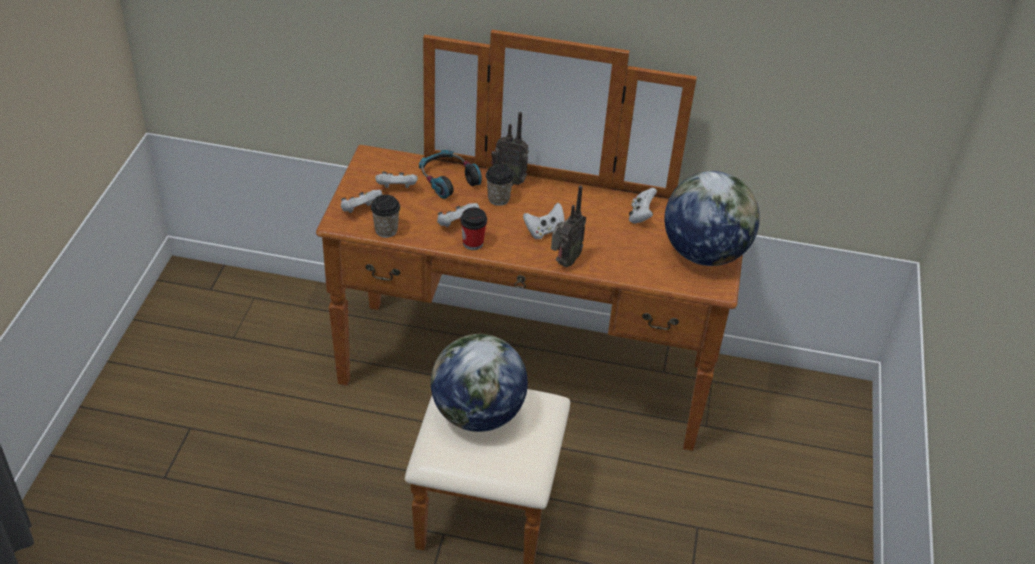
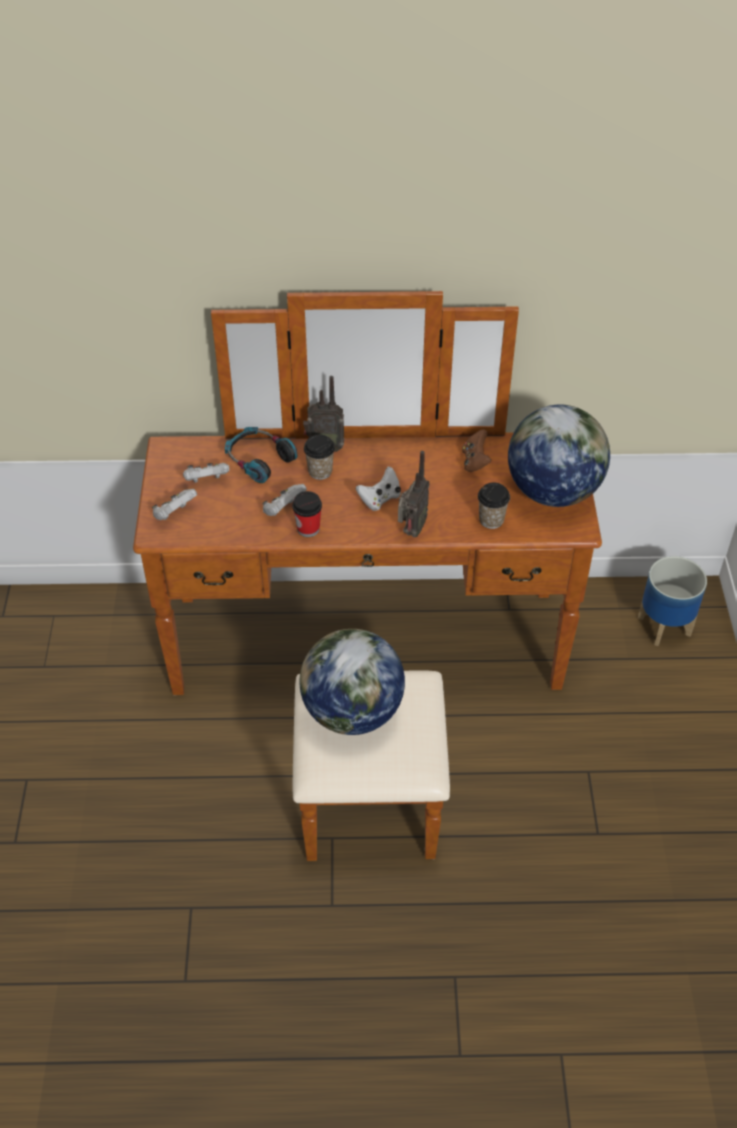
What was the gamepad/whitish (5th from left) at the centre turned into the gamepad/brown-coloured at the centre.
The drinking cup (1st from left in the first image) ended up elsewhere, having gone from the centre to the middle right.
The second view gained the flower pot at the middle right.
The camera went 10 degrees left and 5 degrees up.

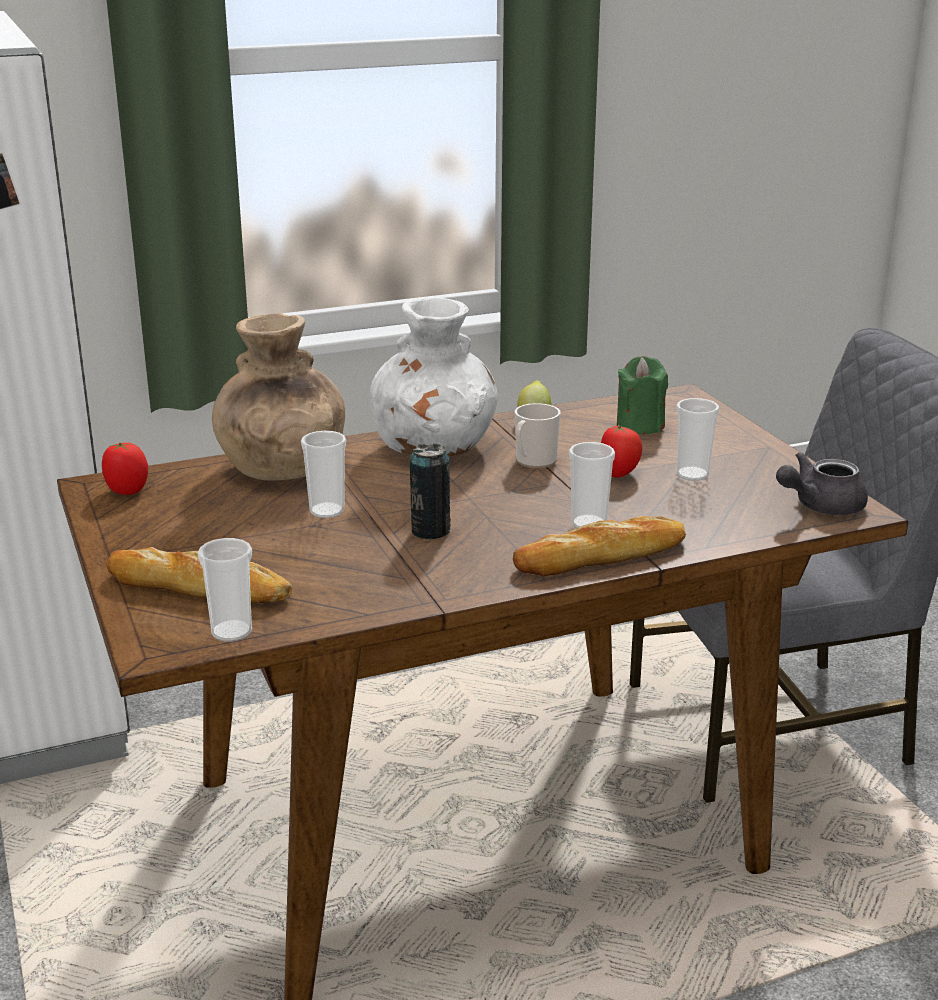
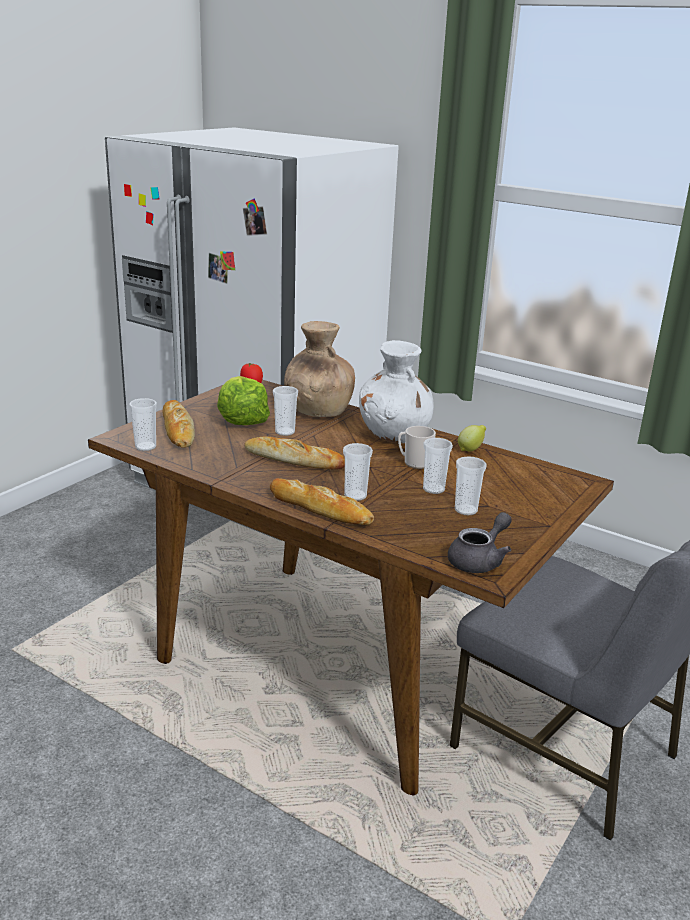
The second view gained the head of lettuce at the centre.
Where the metal can stood at the centre, the bread (2nd from left) came to stand at the centre.
Where the fresh tomato (2nd from left) stood at the centre, the drinking cup (4th from left) came to stand at the centre.
The pot for tea/gray at the middle right ended up facing another way, 105 degrees clockwise from before.
The second view lost the wax light/greenish at the middle right.
The camera went 55 degrees right and 0 degrees up.

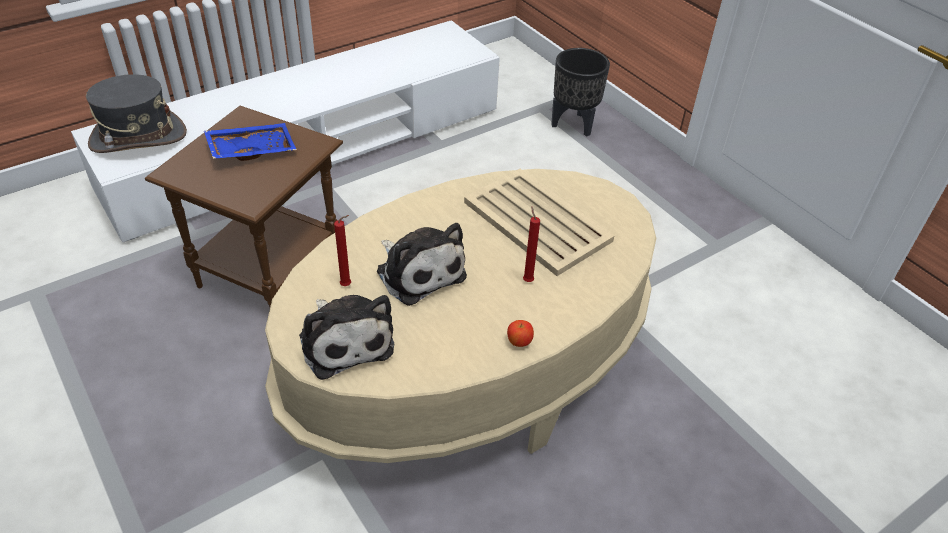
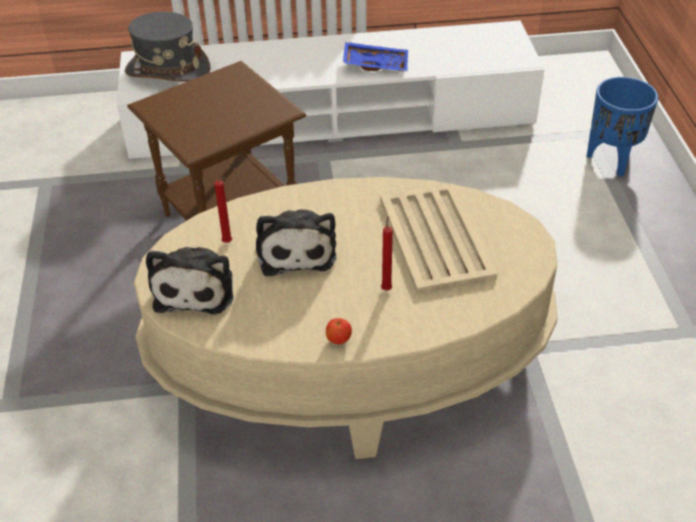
The serving tray/blue ended up elsewhere, having gone from the top left to the top centre.
What was the flower pot/black at the top centre turned into the flower pot/blue at the top right.
The camera went 30 degrees right and 0 degrees up.

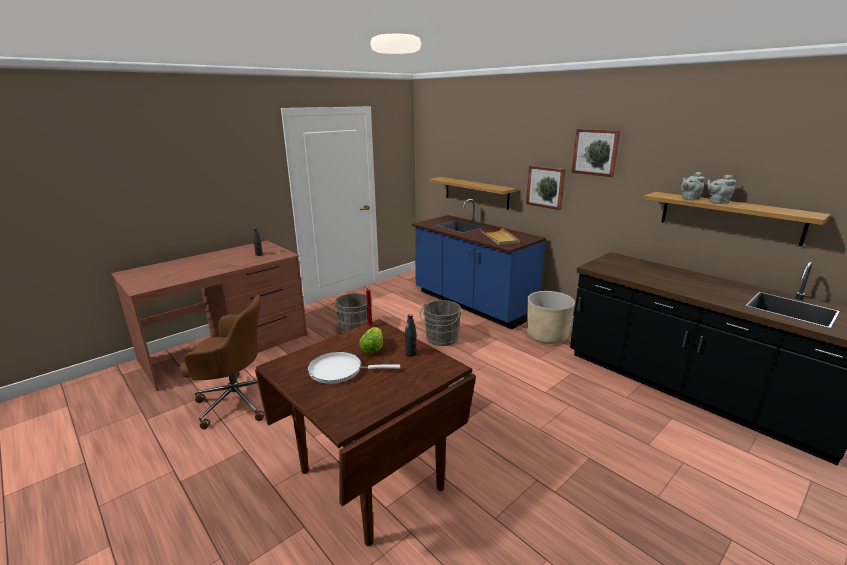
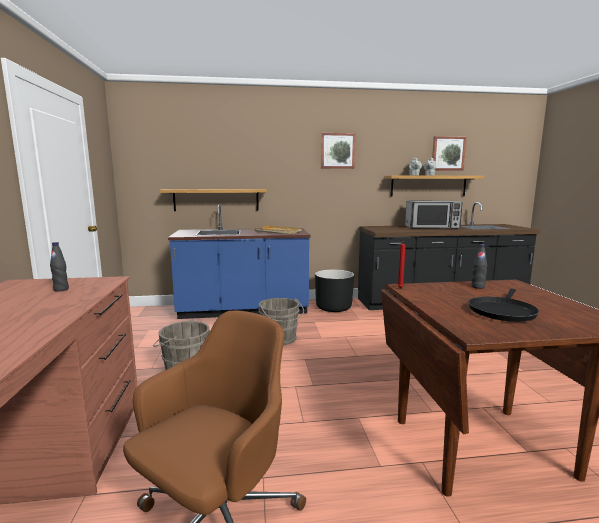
What was the flower pot/sand-coloured at the centre turned into the flower pot/black at the centre.
The second view gained the microwave oven at the middle right.
The wall picture (1st from left in the first image) ended up elsewhere, having gone from the top centre to the top right.
What was the pan/whitish at the centre turned into the pan/black at the middle right.
The second view lost the head of lettuce at the centre.
The camera went 55 degrees left and 10 degrees down.

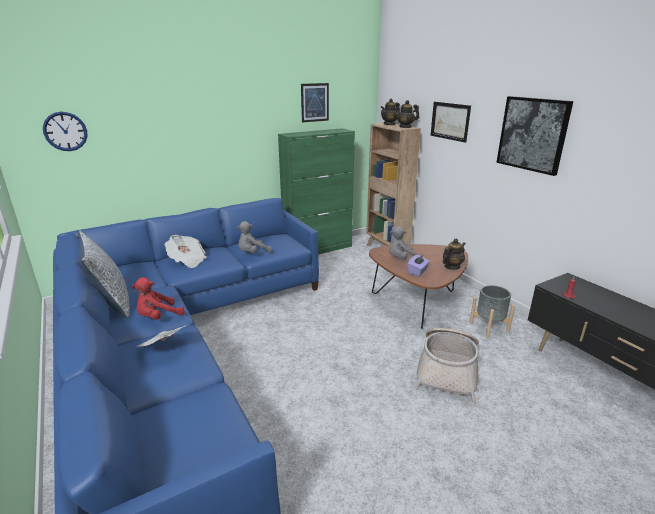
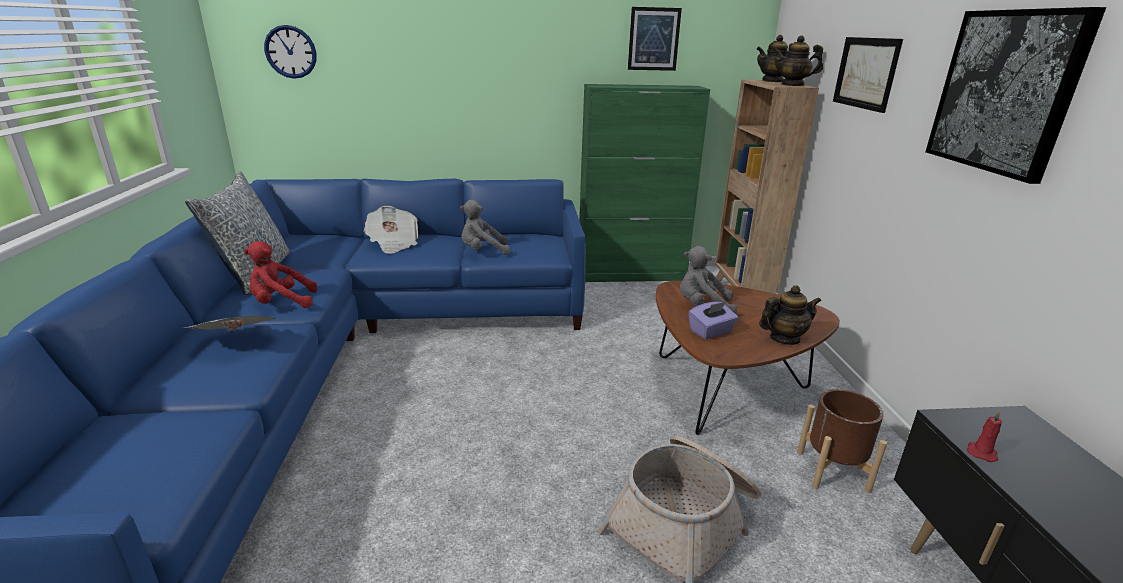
What was the flower pot/gray at the middle right turned into the flower pot/brown-coloured at the bottom right.
The camera went 25 degrees right and 0 degrees up.

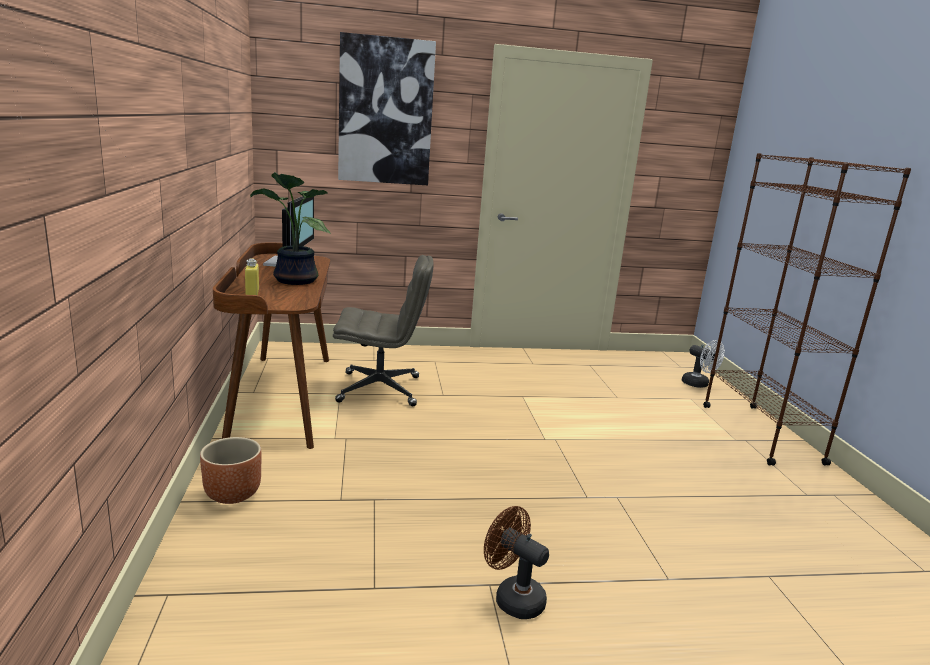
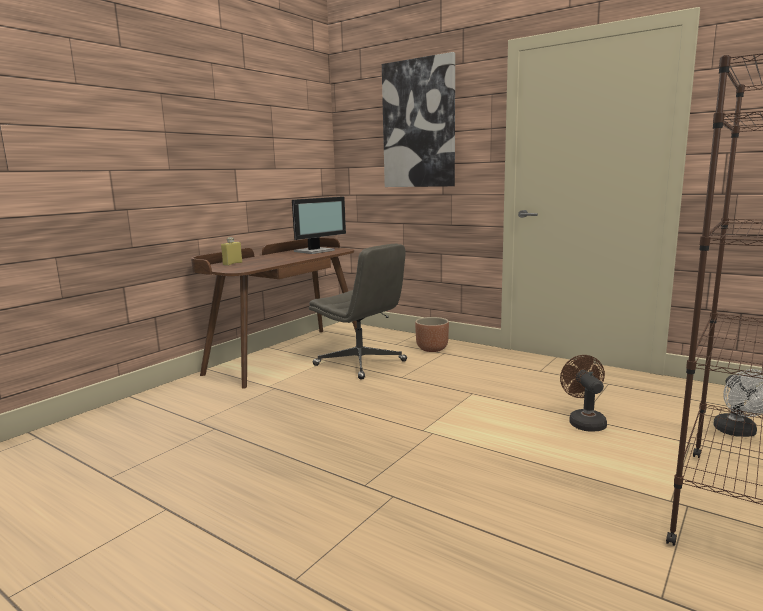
The flower pot/brown-coloured ended up elsewhere, having gone from the bottom left to the centre.
The fan/brown-coloured ended up elsewhere, having gone from the bottom centre to the middle right.
The second view lost the potted plant at the middle left.
The camera went 45 degrees right and 5 degrees down.

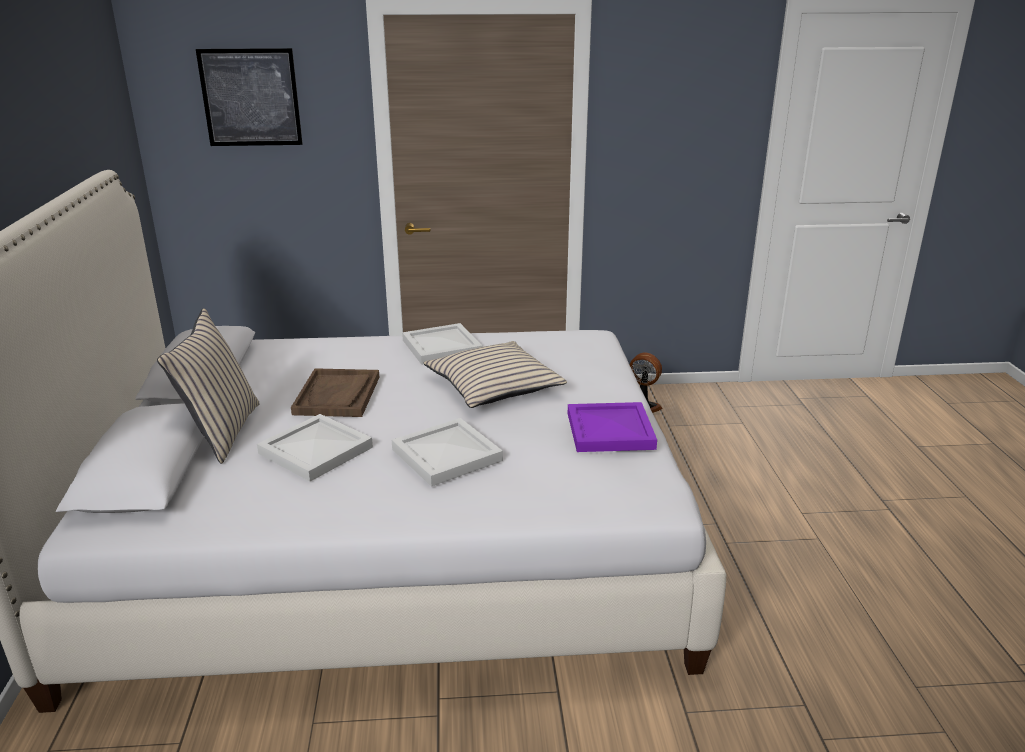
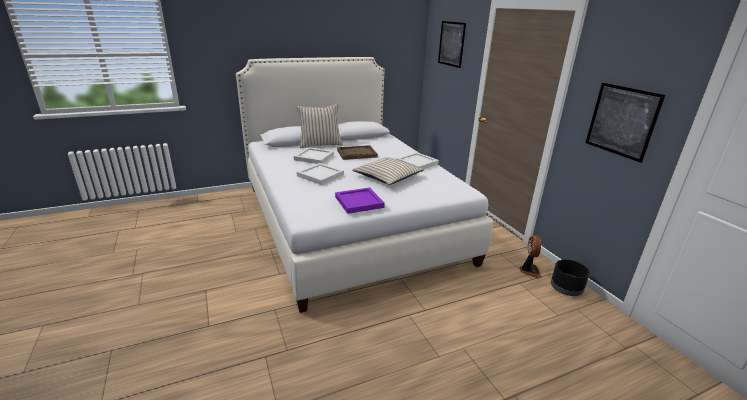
The second view gained the flower pot/black at the bottom right.
The second view gained the wall picture (2nd from left) at the top right.
The camera went 70 degrees right and 0 degrees up.

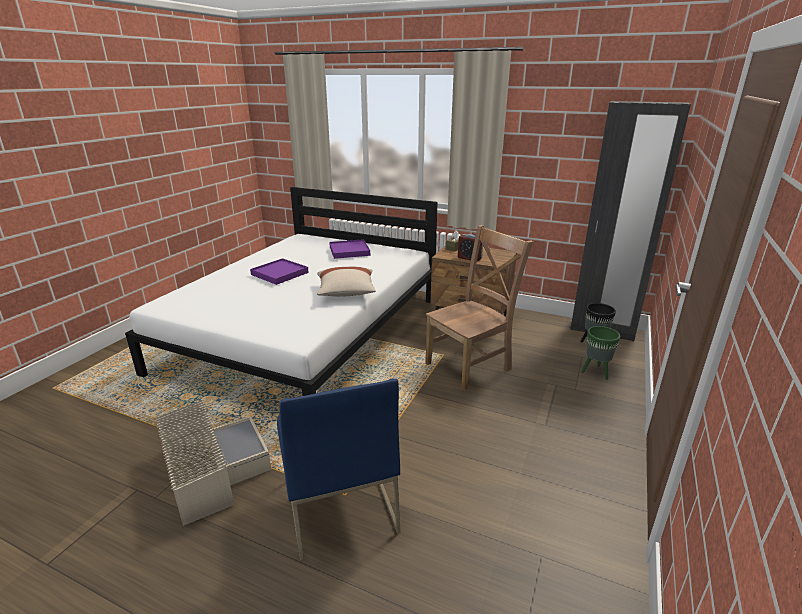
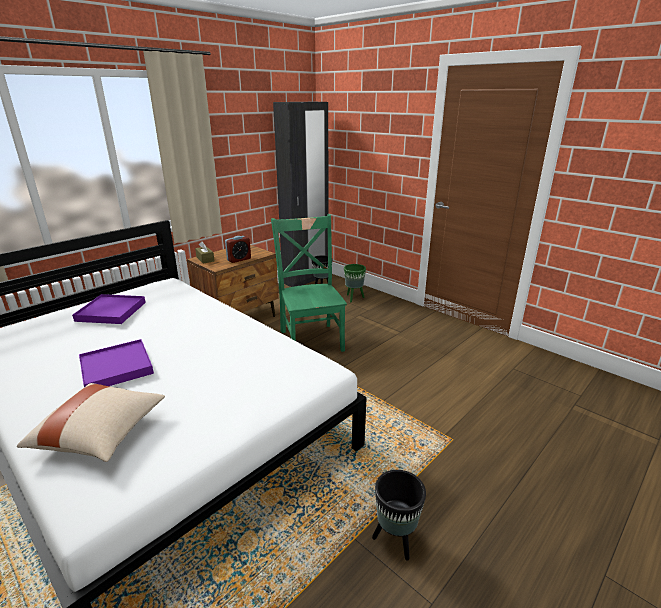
The cushion/sand-coloured ended up elsewhere, having gone from the centre to the bottom left.
What was the plain chair/brown-coloured at the centre turned into the plain chair/greenish at the centre.
Where the storage container/sand-coloured stood at the bottom left, the flower pot/black (2nd from left) came to stand at the bottom centre.
The second view lost the plain chair/blue at the bottom centre.
The camera went 70 degrees left and 0 degrees up.

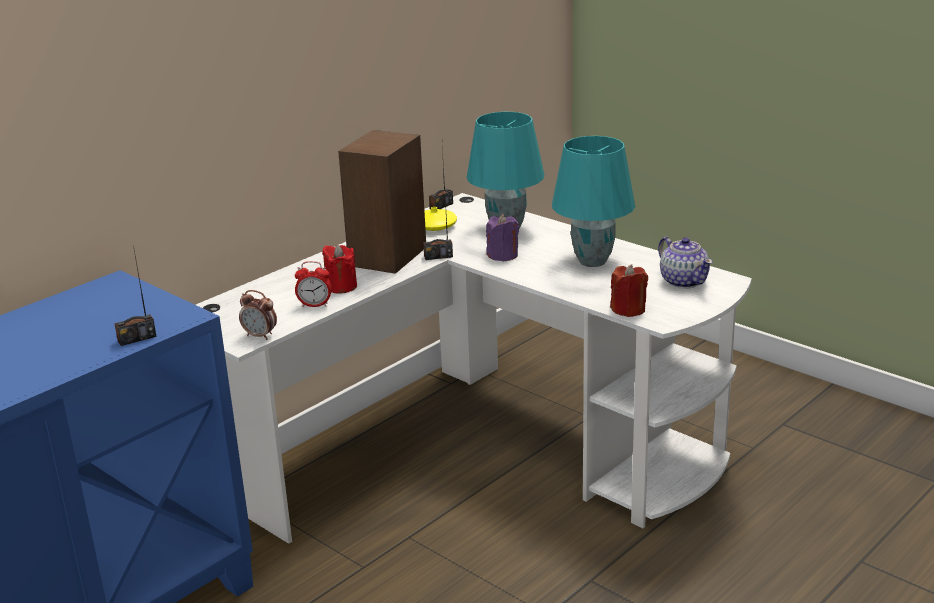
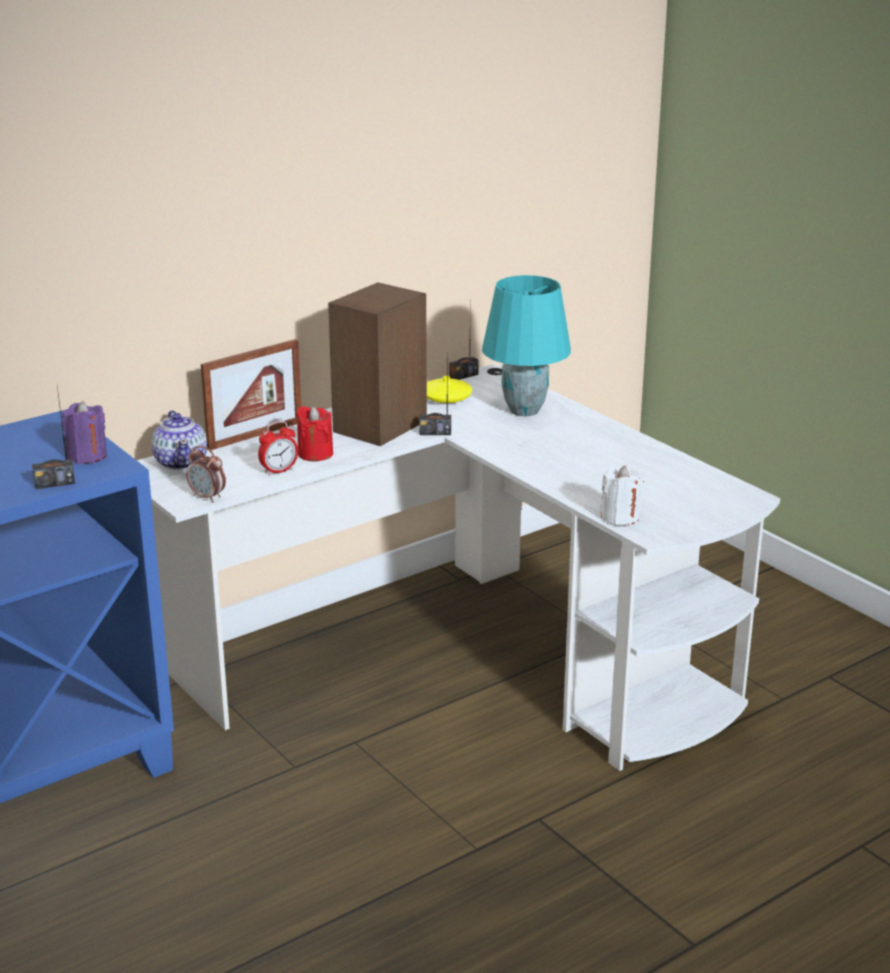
The wax light/purple-coloured ended up elsewhere, having gone from the centre to the middle left.
The pot for tea ended up elsewhere, having gone from the middle right to the middle left.
The second view gained the standing frame at the middle left.
The alarm clock (2nd from left) at the centre ended up facing another way, 45 degrees counterclockwise from before.
What was the wax light/reddish (2nd from left) at the middle right turned into the wax light/whitish at the middle right.
The second view lost the lamp for a table/turquoise (2nd from left) at the centre.
The camera went 10 degrees right and 0 degrees up.

